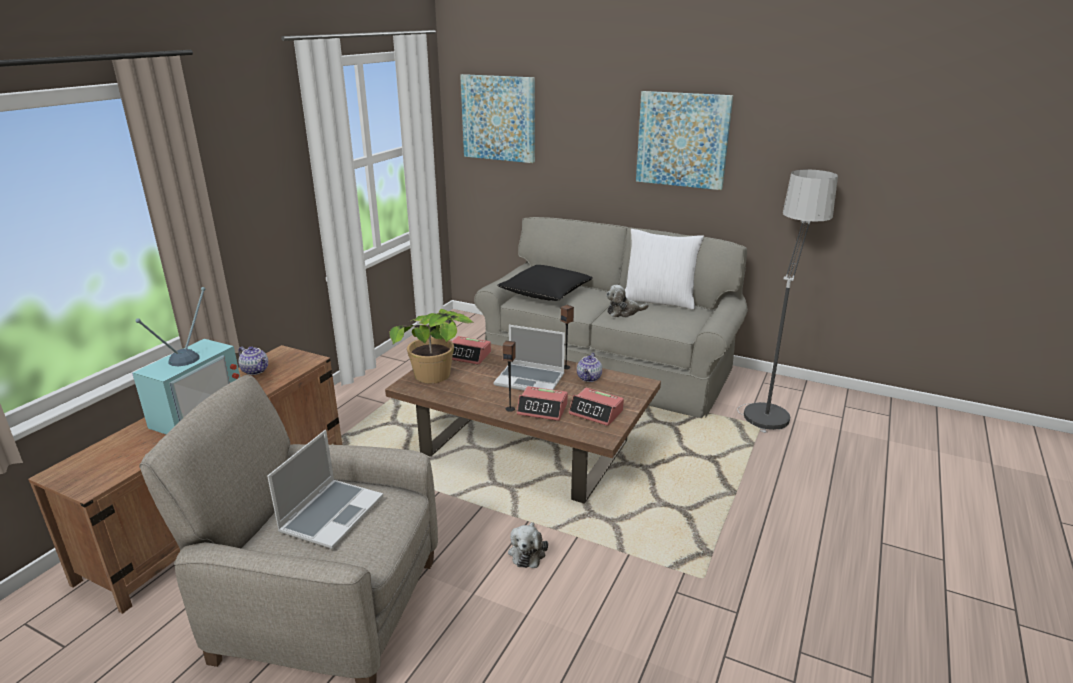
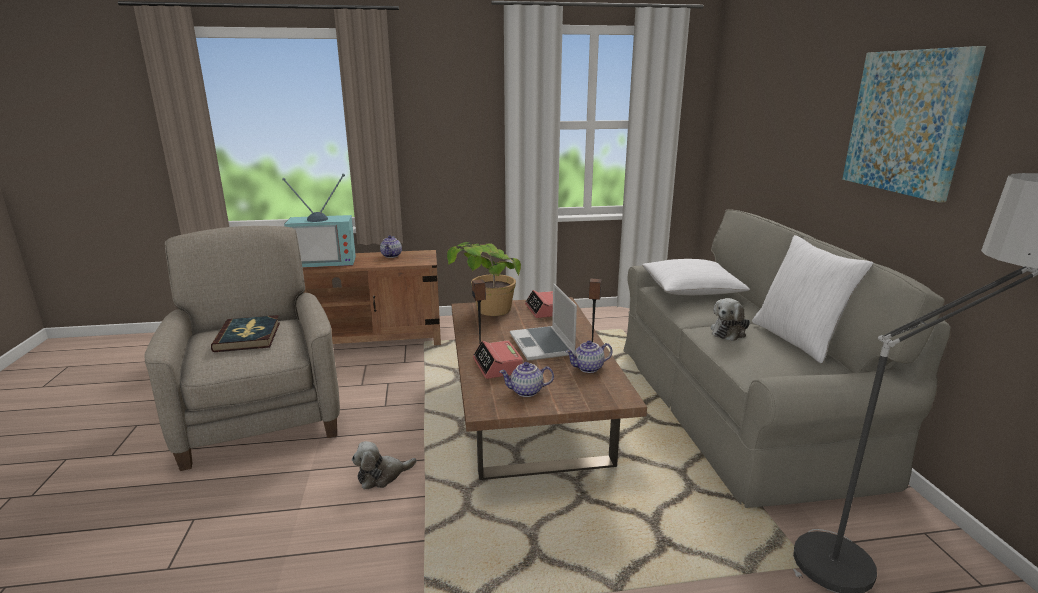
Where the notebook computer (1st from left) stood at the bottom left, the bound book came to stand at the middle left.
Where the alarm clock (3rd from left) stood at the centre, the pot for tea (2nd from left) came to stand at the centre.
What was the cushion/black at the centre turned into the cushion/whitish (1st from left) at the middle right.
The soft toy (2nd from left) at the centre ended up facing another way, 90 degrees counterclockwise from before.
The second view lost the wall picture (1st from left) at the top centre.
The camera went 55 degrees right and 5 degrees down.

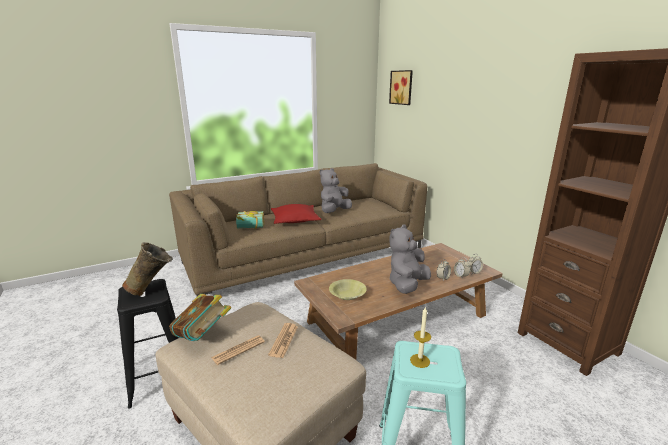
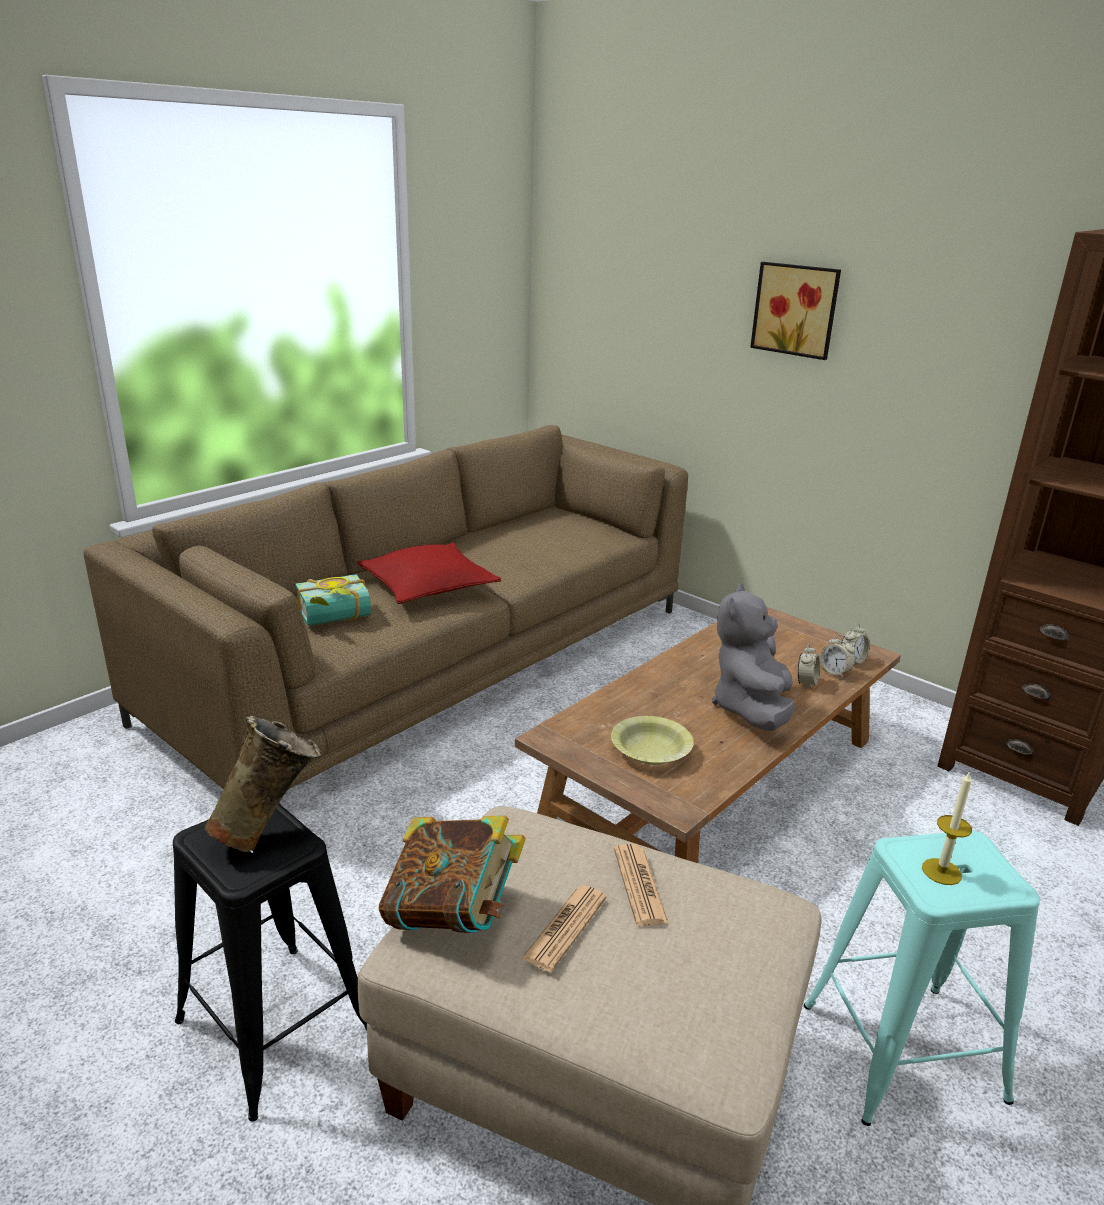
The wall picture ended up elsewhere, having gone from the top centre to the top right.
The second view lost the soft toy/gray (1st from left) at the centre.
The camera went 20 degrees left and 5 degrees up.

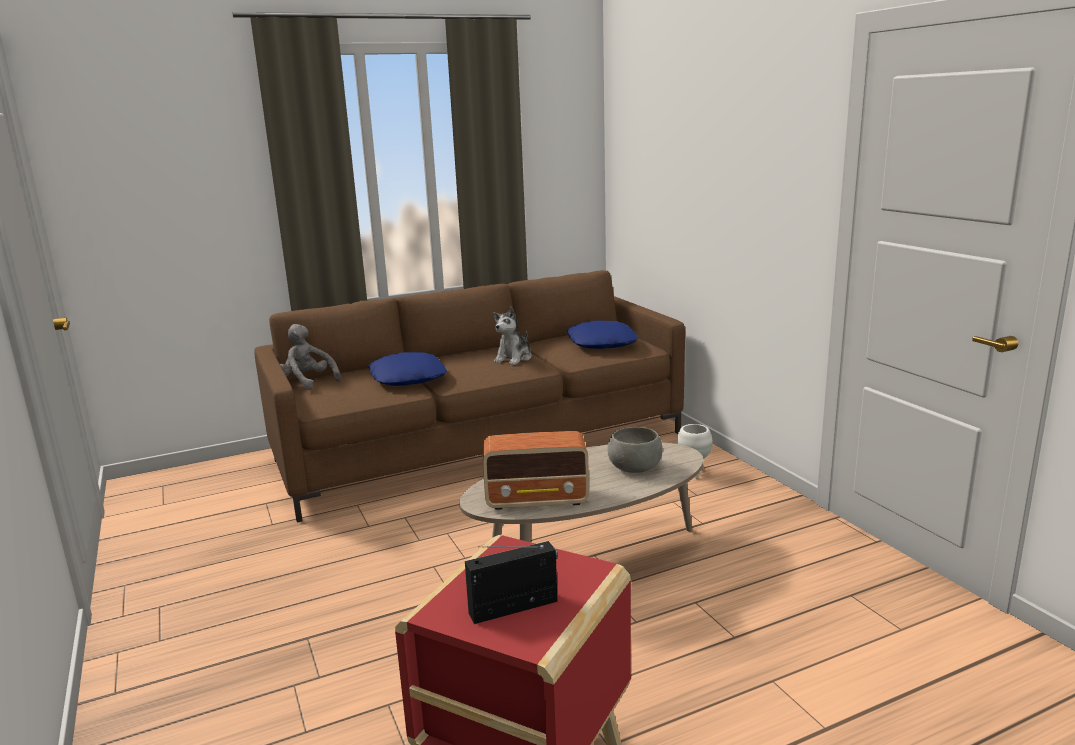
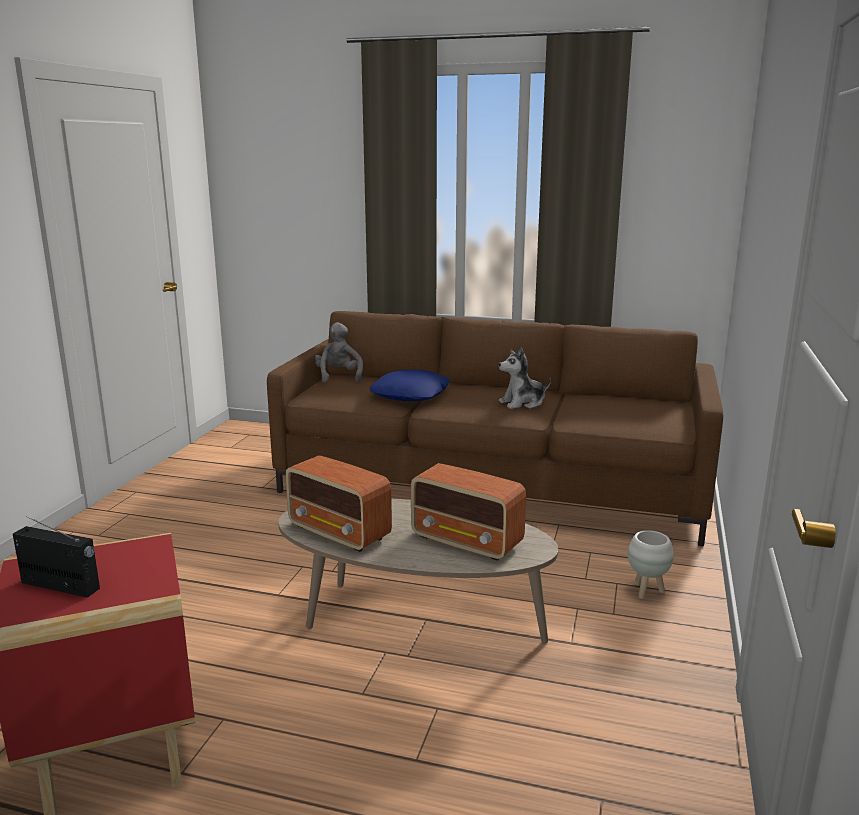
Where the deep dish/gray stood at the centre, the radio (3rd from left) came to stand at the centre.
The second view lost the cushion/blue (2nd from left) at the centre.
The camera went 40 degrees right and 0 degrees up.

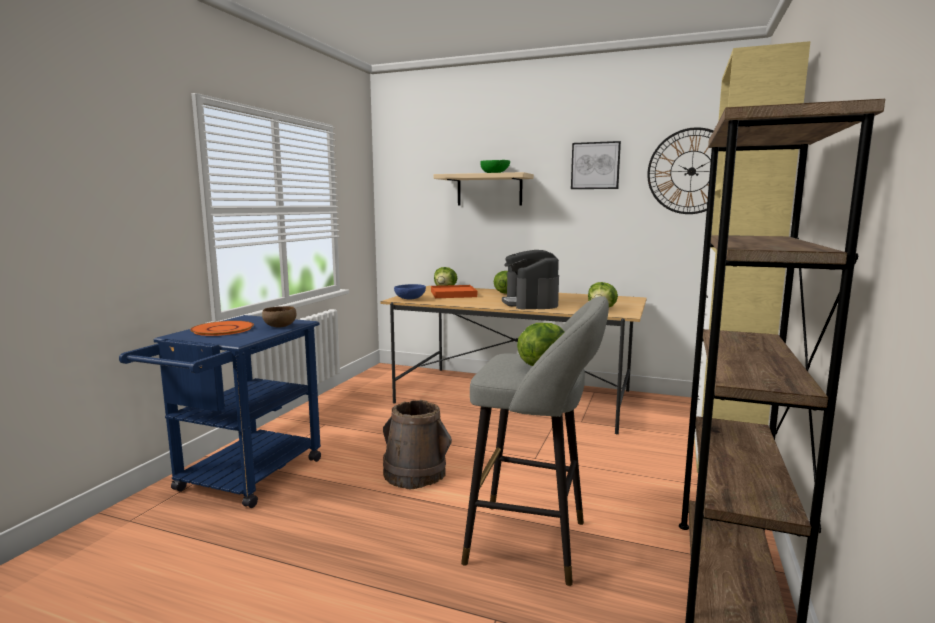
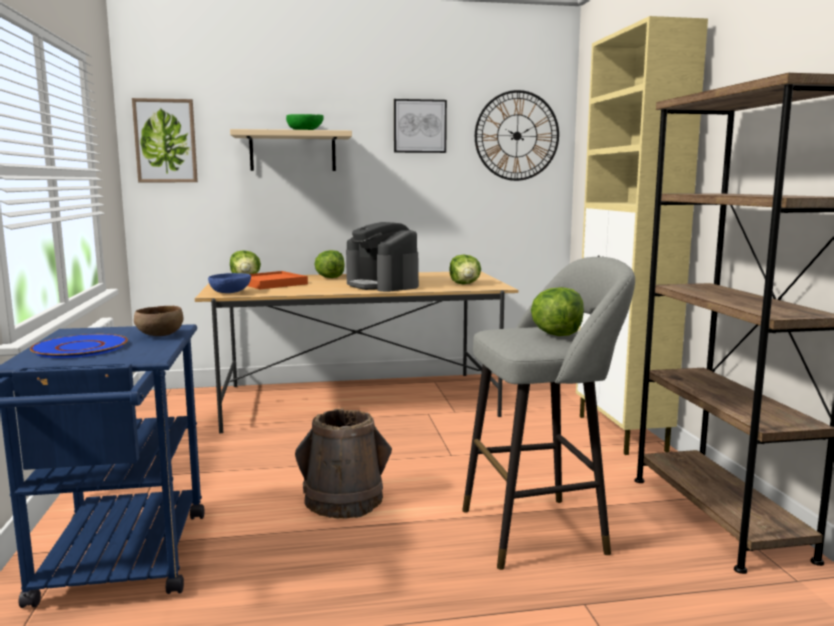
What was the flat dish/orangey at the middle left turned into the flat dish/blue at the middle left.
The second view gained the wall picture (1st from left) at the top left.
The camera went 30 degrees left and 0 degrees up.

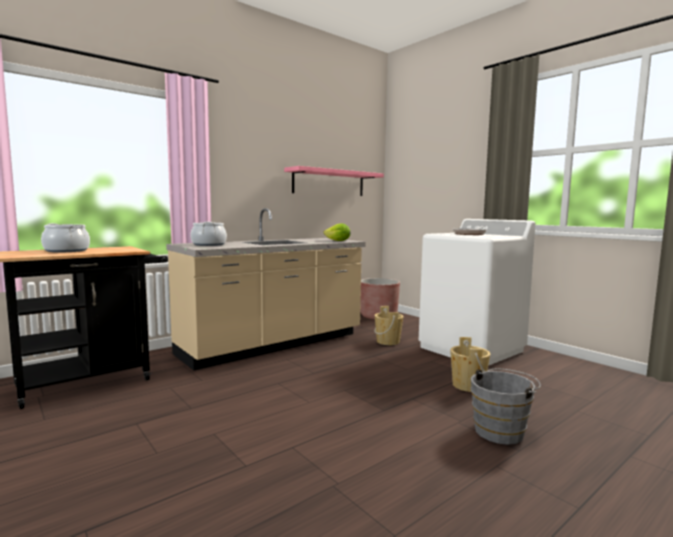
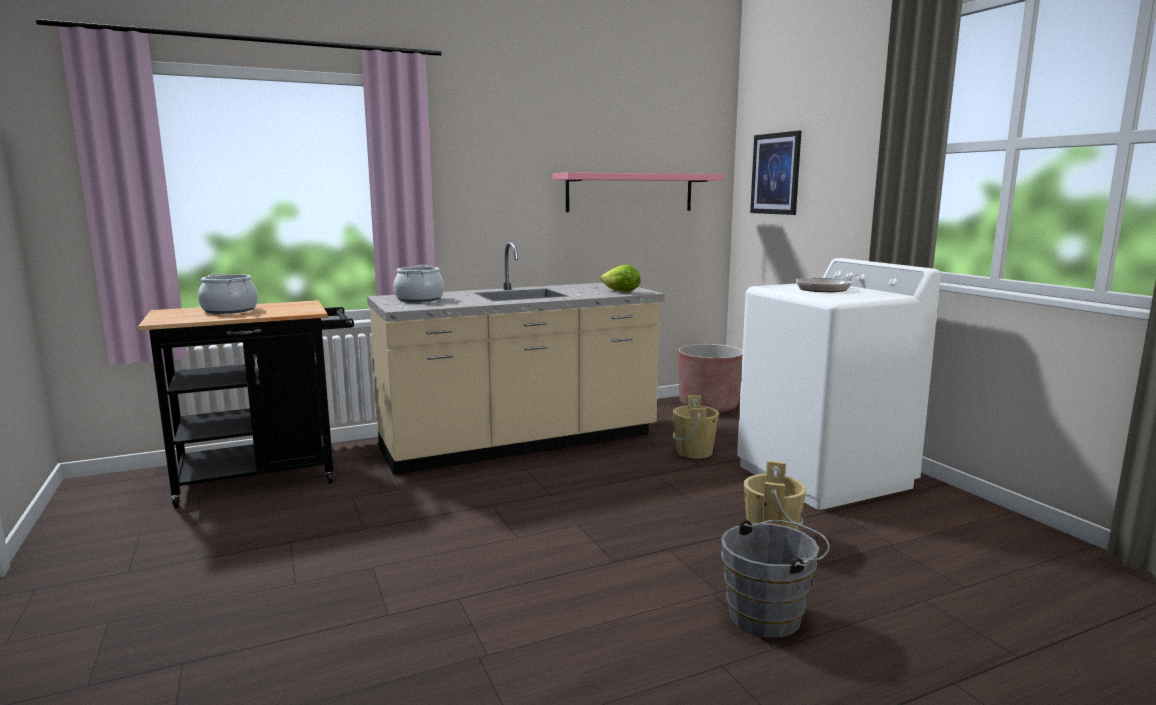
The second view gained the wall picture at the top right.
The camera went 15 degrees right and 5 degrees up.

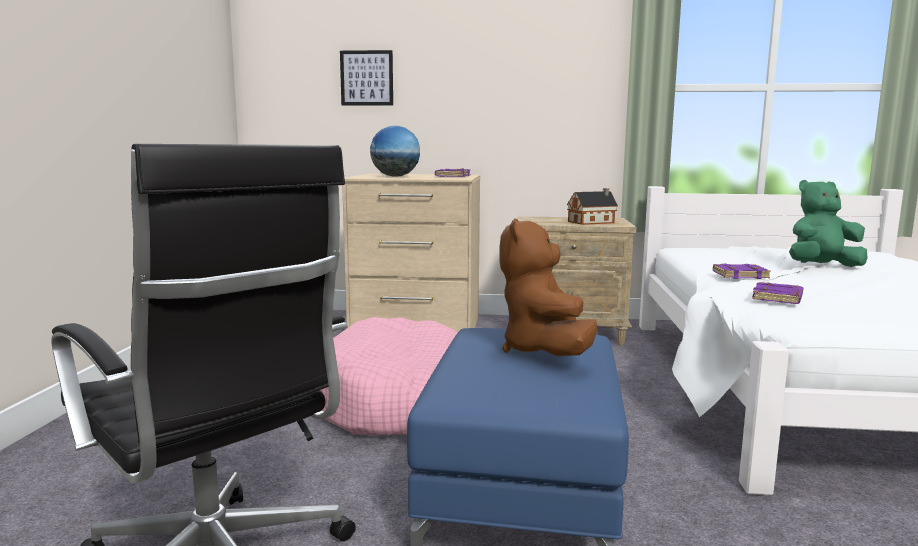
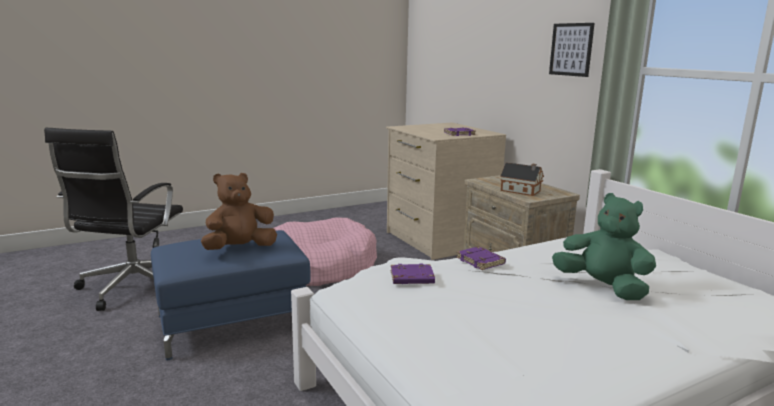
The wall picture ended up elsewhere, having gone from the top centre to the top right.
The second view lost the desk globe at the top centre.
The camera went 55 degrees right and 5 degrees up.

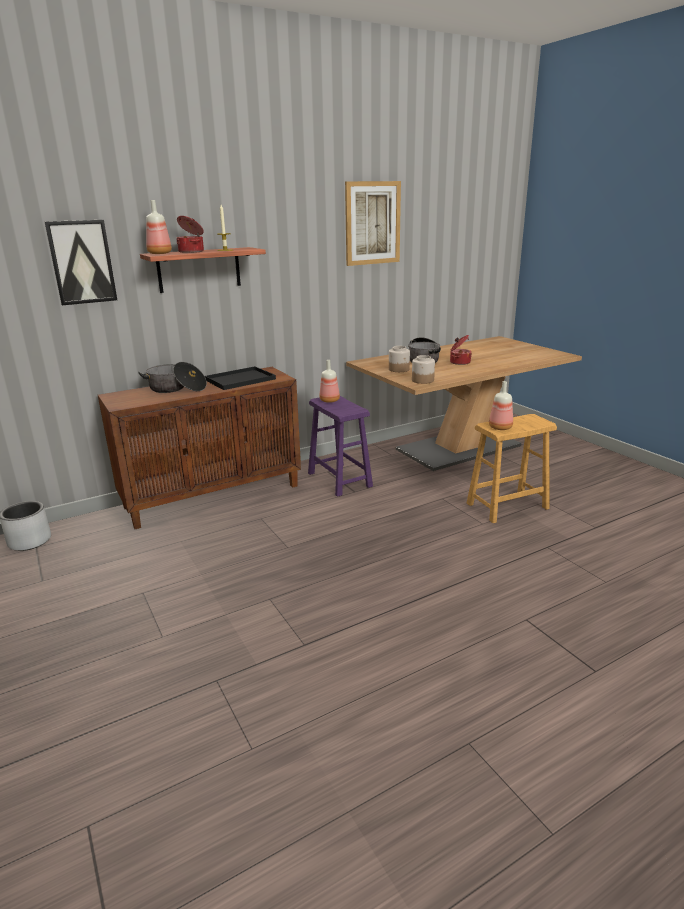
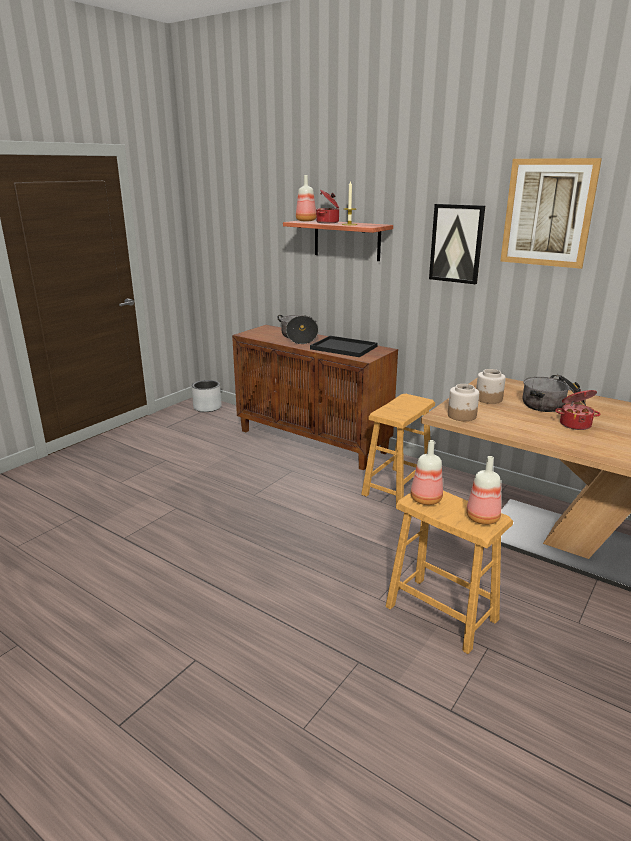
What was the stool seat/purple-coloured at the centre turned into the stool seat/brown-coloured (1st from left) at the centre.
The wall picture (1st from left) ended up elsewhere, having gone from the top left to the top right.
The bottle (2nd from left in the first image) ended up elsewhere, having gone from the centre to the middle right.
The camera went 65 degrees right and 0 degrees up.

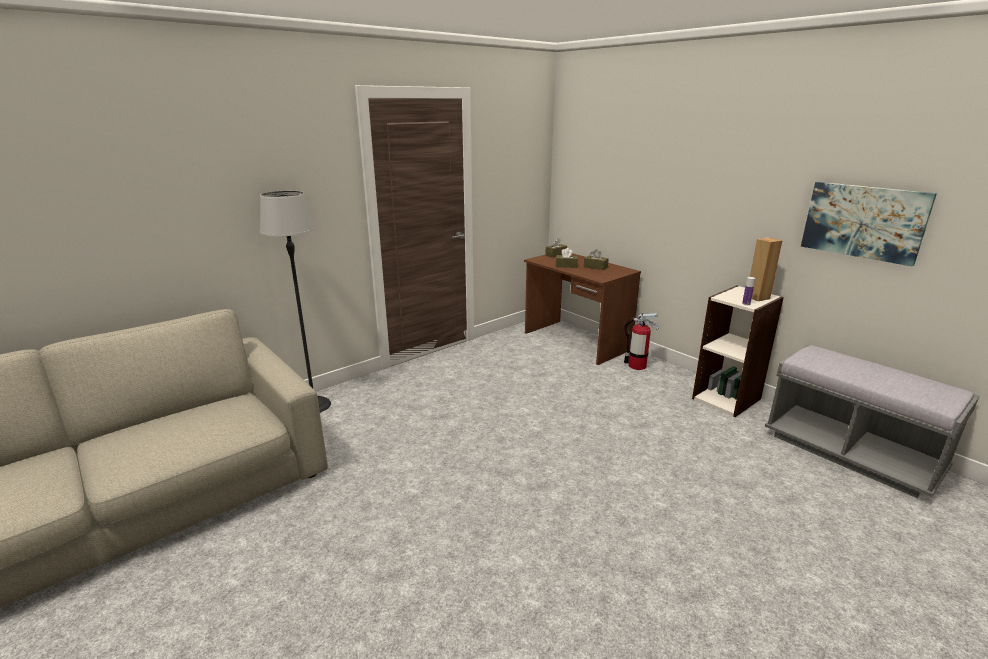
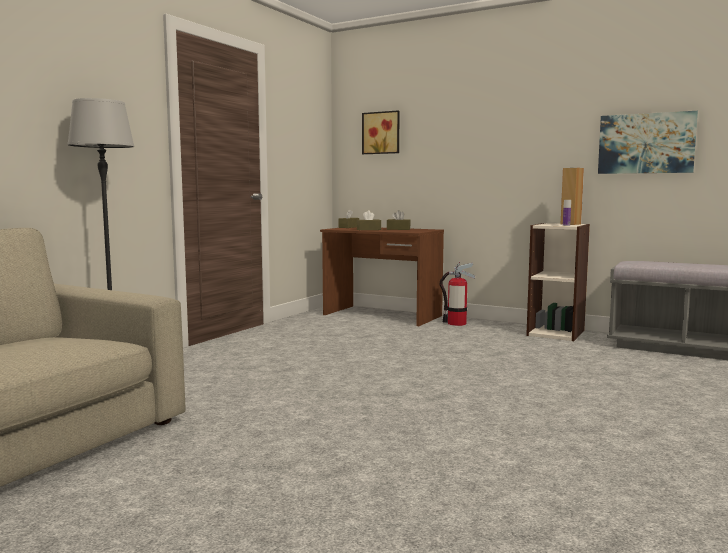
The second view gained the wall picture (1st from left) at the top centre.
The camera went 20 degrees left and 15 degrees down.

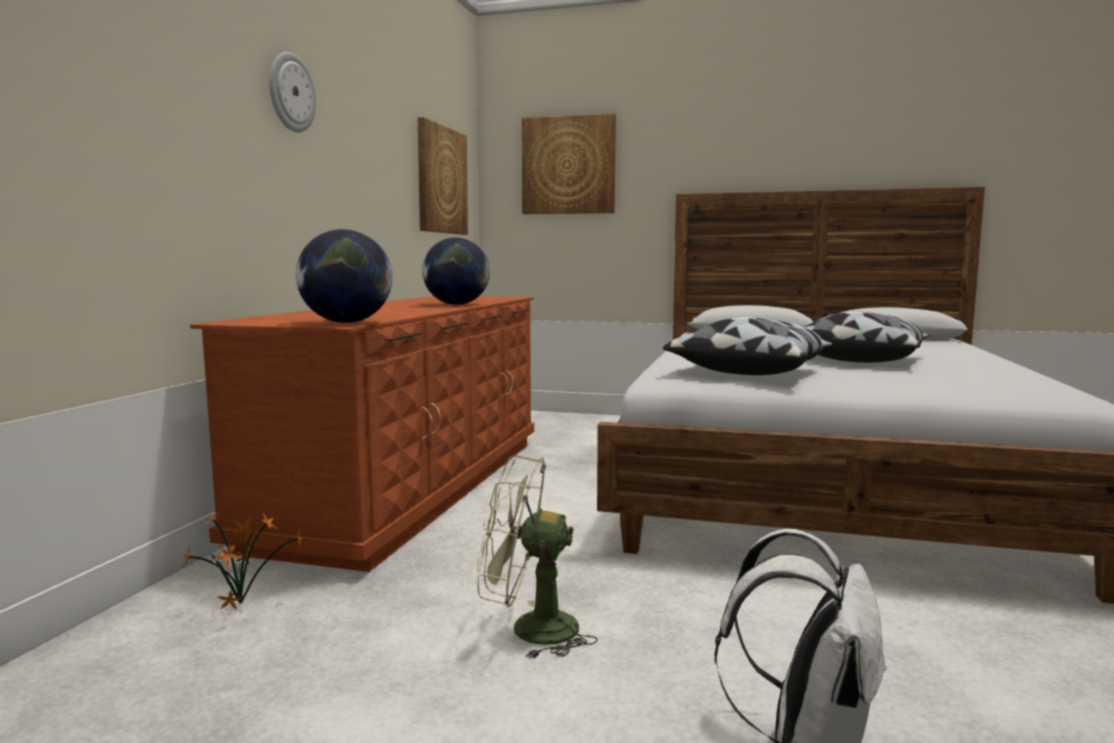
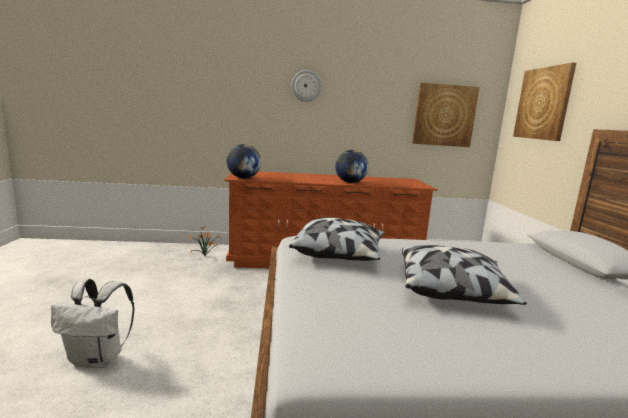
The second view lost the fan/greenish at the bottom centre.
The camera went 70 degrees right and 5 degrees up.

